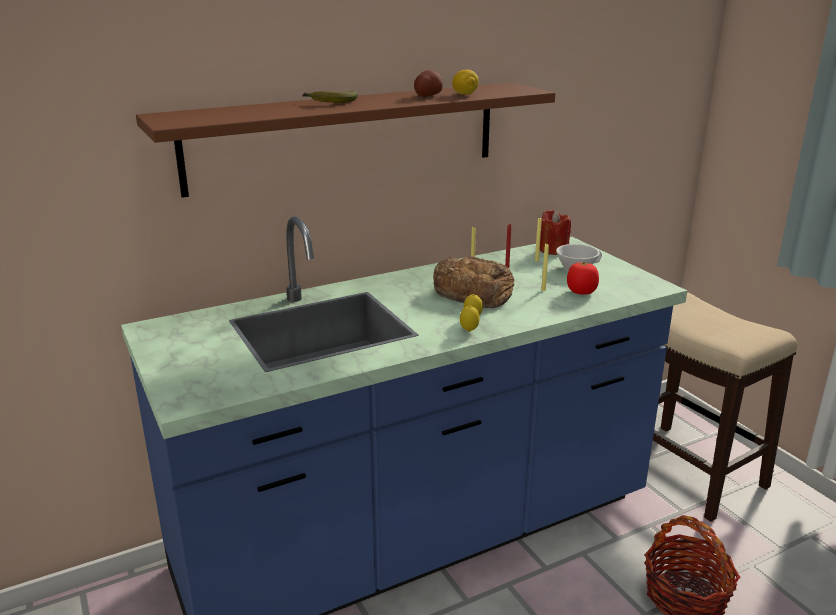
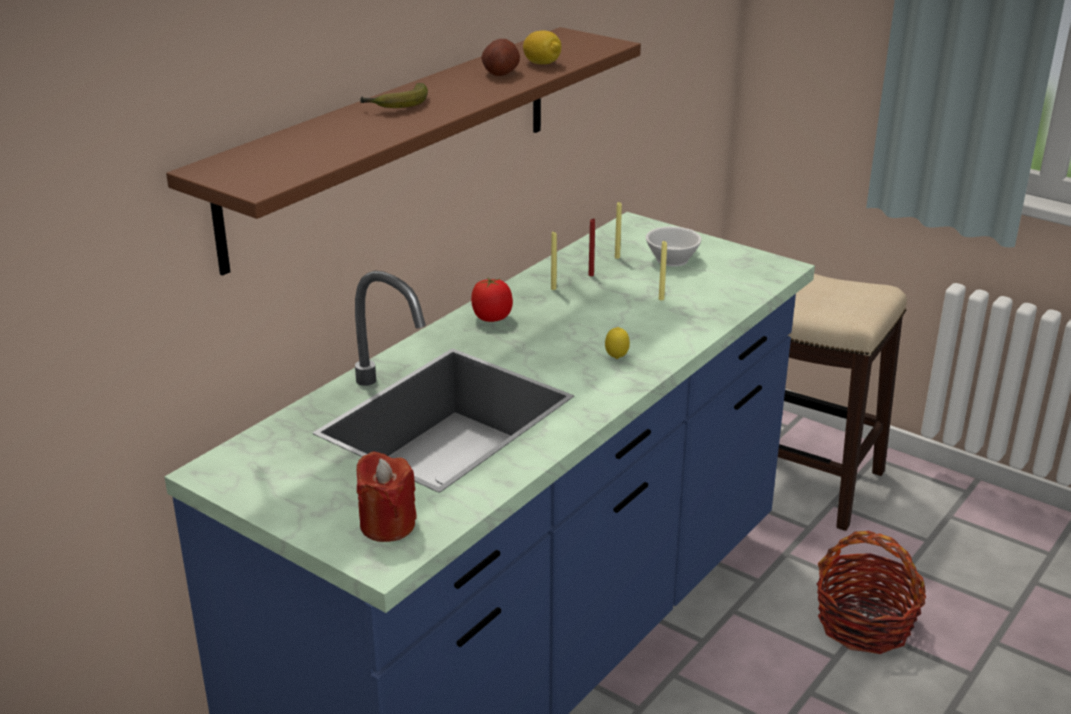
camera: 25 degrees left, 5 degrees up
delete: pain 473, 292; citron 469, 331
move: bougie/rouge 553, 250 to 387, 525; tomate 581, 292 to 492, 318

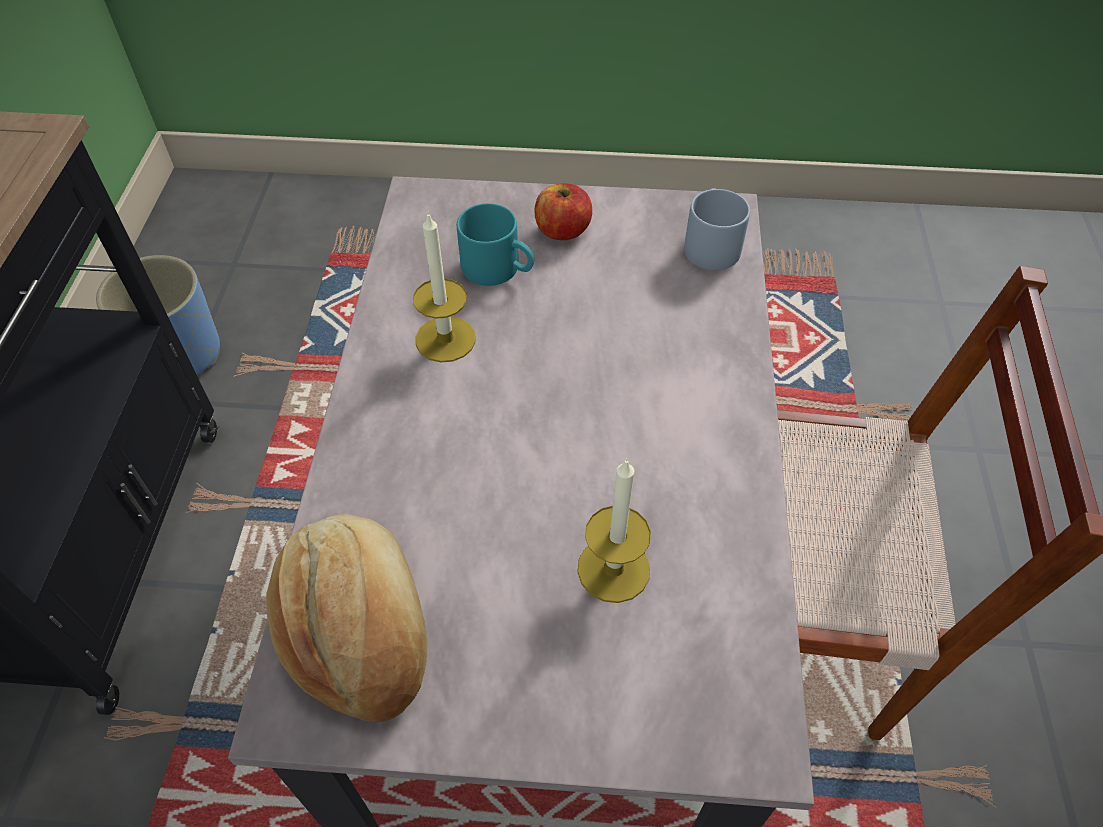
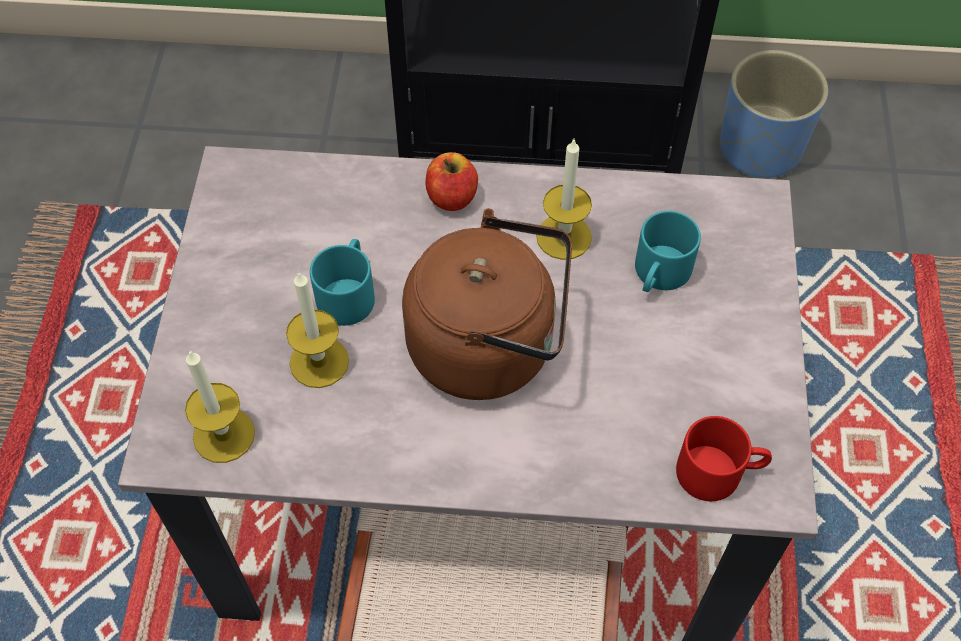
camera: 90 degrees right, 5 degrees up
delete: pain 359, 628
insert: bougie 224, 435; mug/turquoise 347, 292; bouilloire/marron 490, 346
move: pomme 562, 230 to 452, 197
recolor: mug/gris 709, 243 to mug/rouge 719, 471

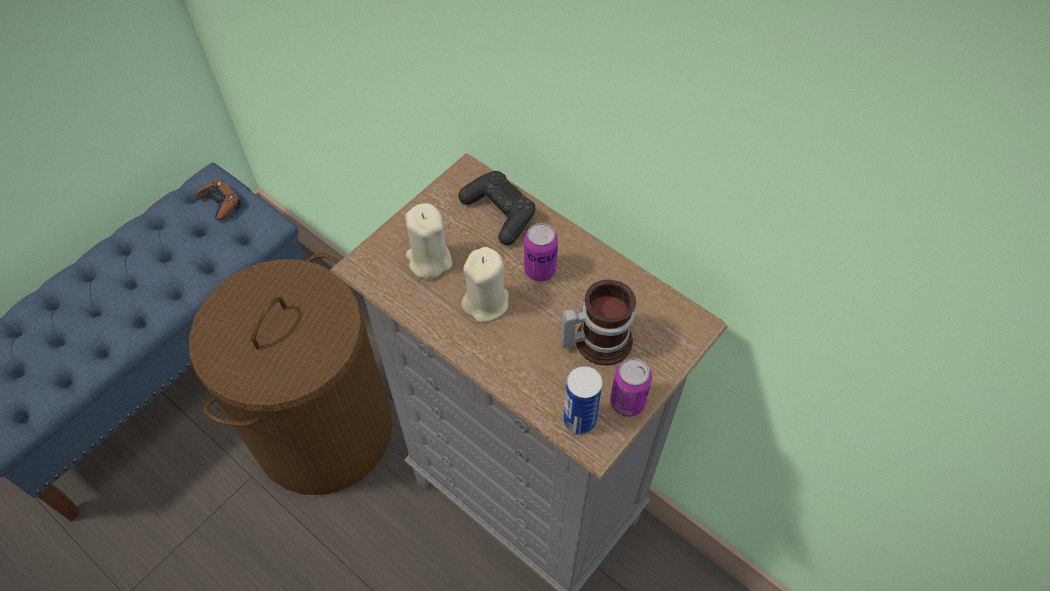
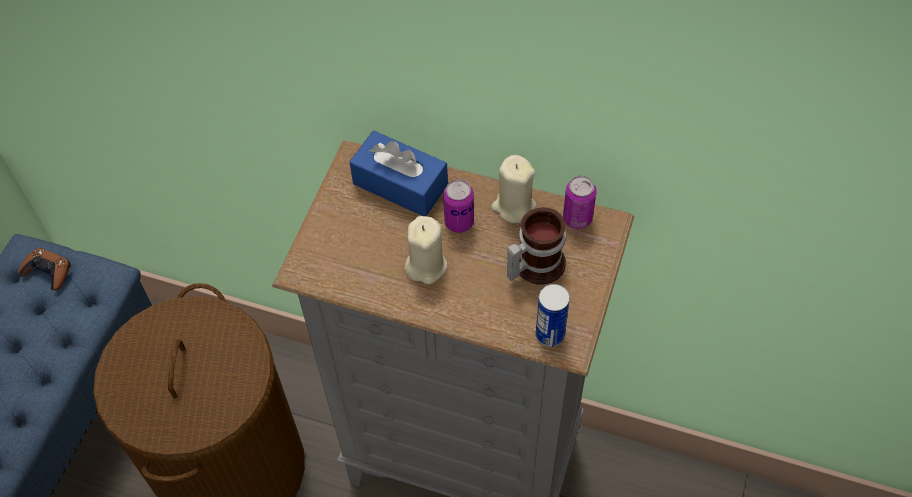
camera: 20 degrees left, 0 degrees up
move: bougie/beige 429, 260 to 513, 206; boîte métallique 627, 402 to 577, 218
replace: manette/noir 499, 213 to boîte à mouchoirs/bleu 400, 184

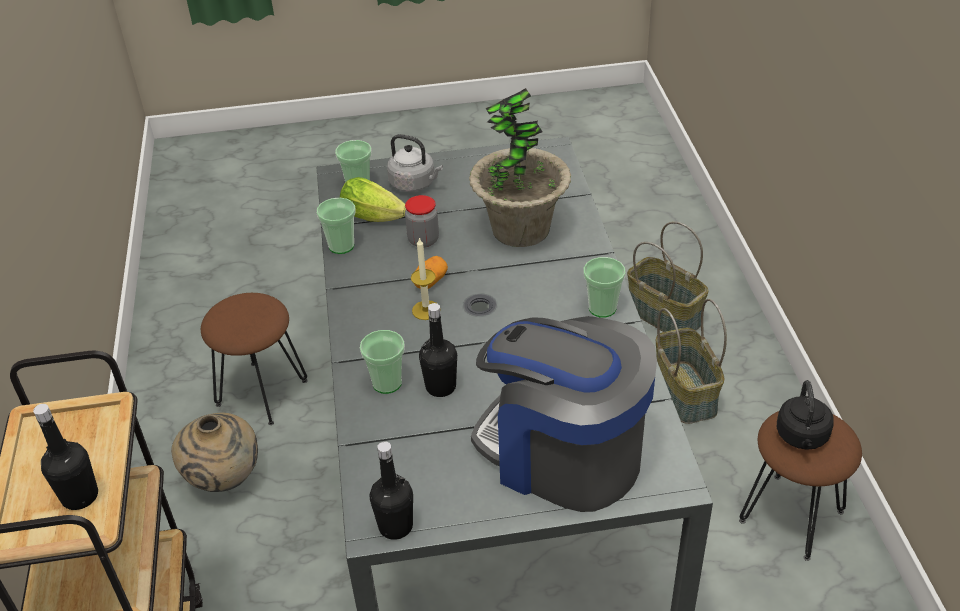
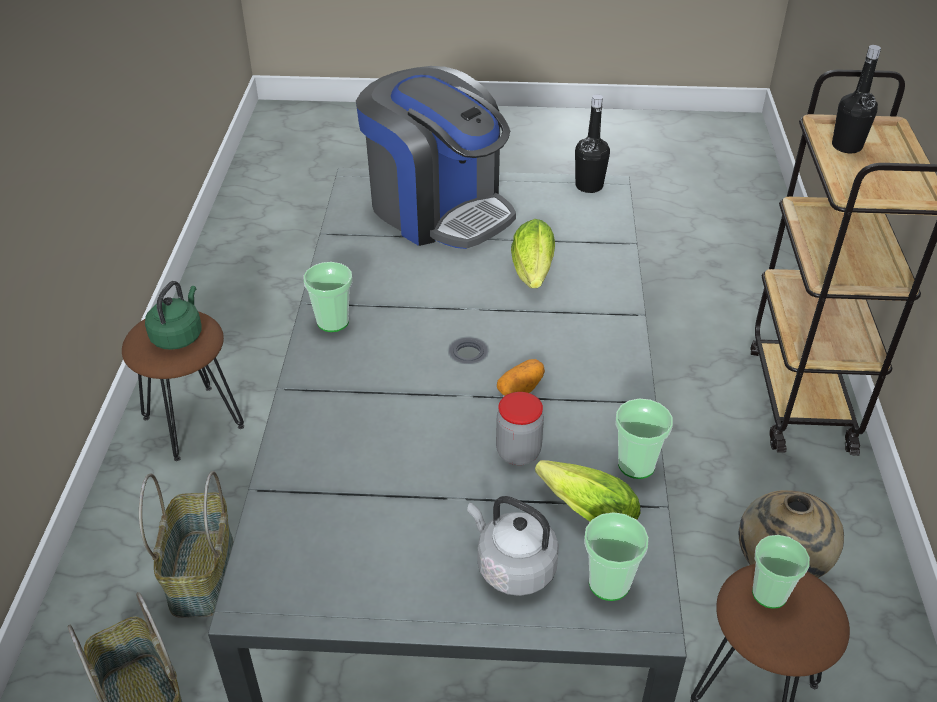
camera: 170 degrees left, 0 degrees up
delete: bougie 426, 310; plante en pot 520, 229
move: tasse 387, 383 to 769, 594
replace: bouteille/noir 440, 387 to laitue 532, 274
recolor: bouilloire/noir 802, 437 to bouilloire/vert 178, 335

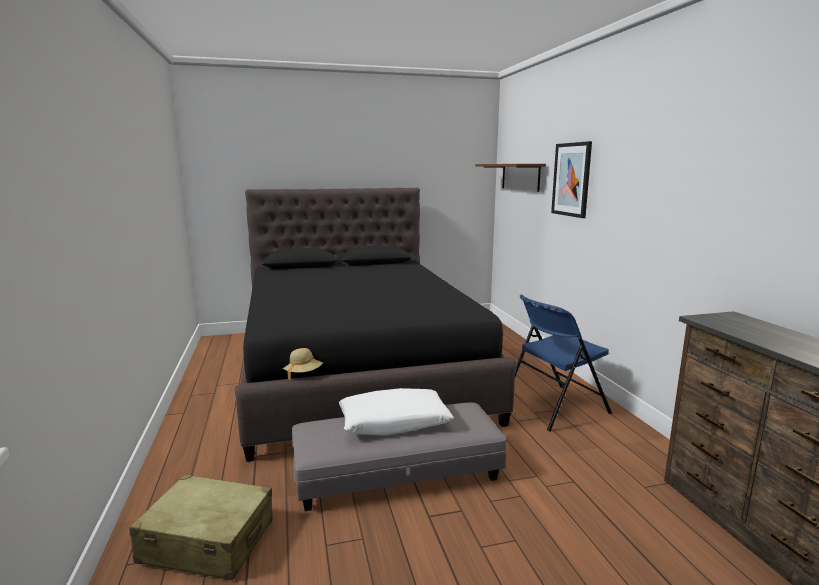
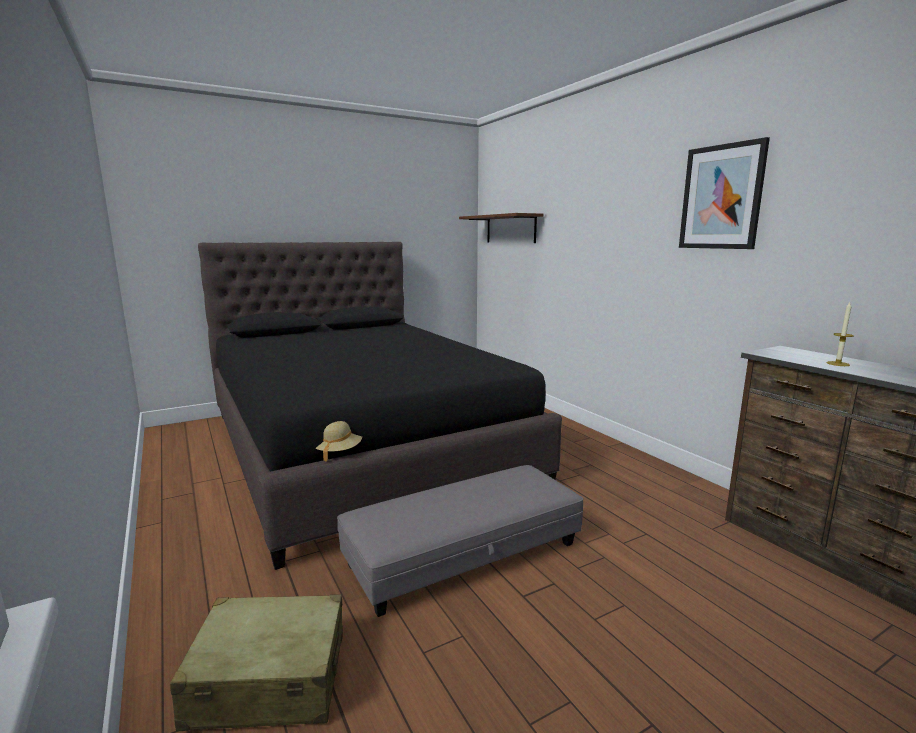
camera: 15 degrees left, 0 degrees up
delete: coussin/blanc 394, 422; chaise/bleu 555, 406
insert: bougie 838, 364
move: tableau 571, 179 to 721, 197

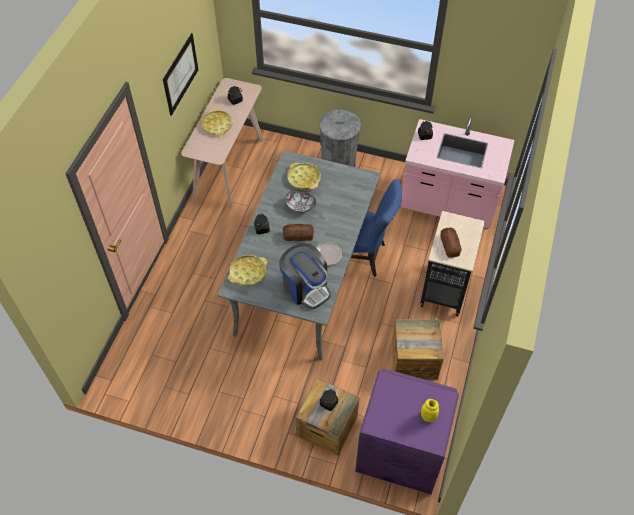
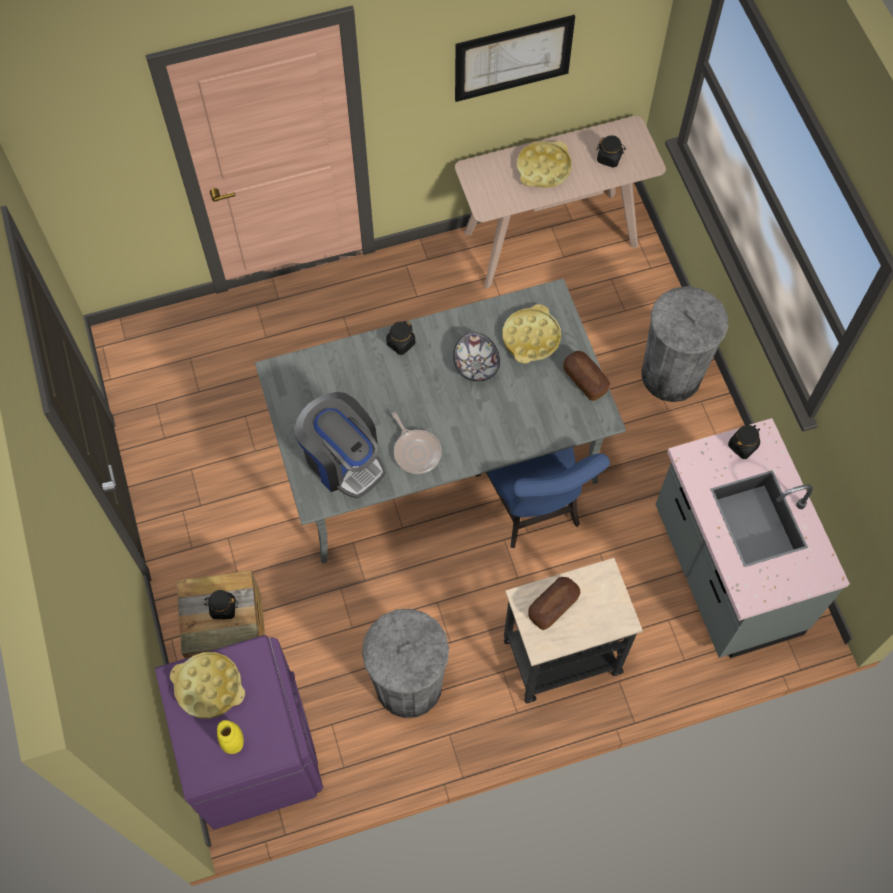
camera: 55 degrees right, 10 degrees up
move: plateau/jaune 248, 272 to 209, 687; pain 298, 236 to 585, 380
replace: caisse 414, 360 to poubelle/gris 408, 685
recolor: comptoir de cuisine/rose 448, 206 to comptoir de cuisine/gris 724, 573
rotate: machine à café 305, 287 = 343, 460 60 degrees counterclockwise

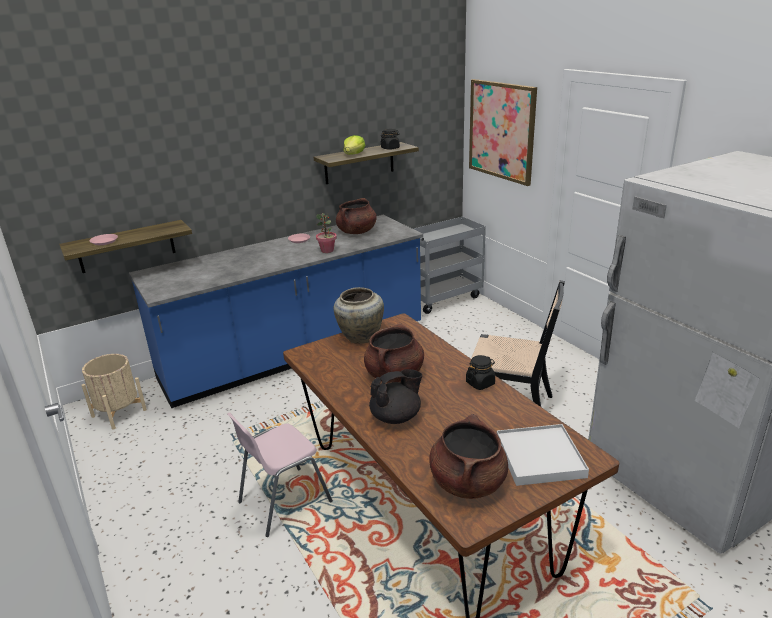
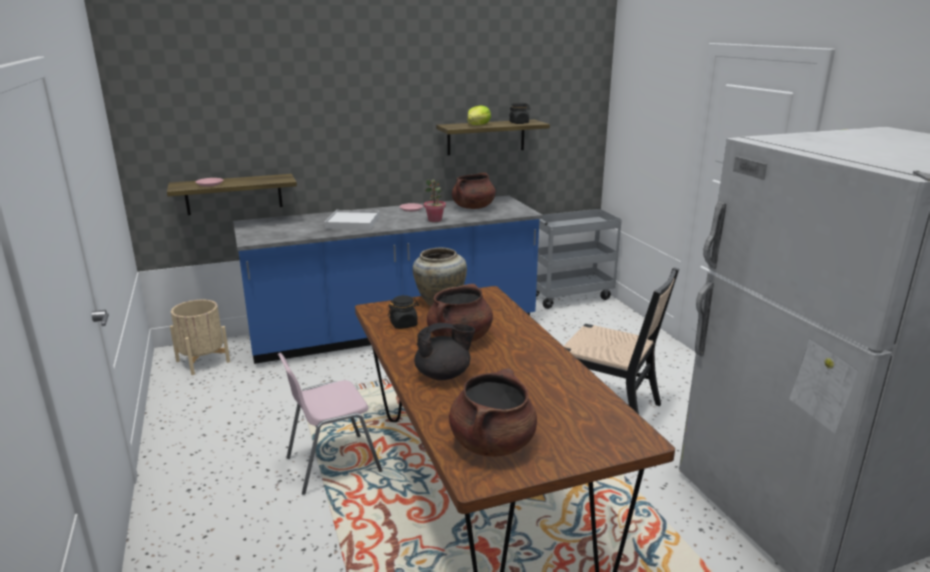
camera: 10 degrees right, 5 degrees down
delete: tableau 501, 131
move: plateau/blanc 539, 457 to 352, 222; bocal/noir 480, 383 to 404, 324

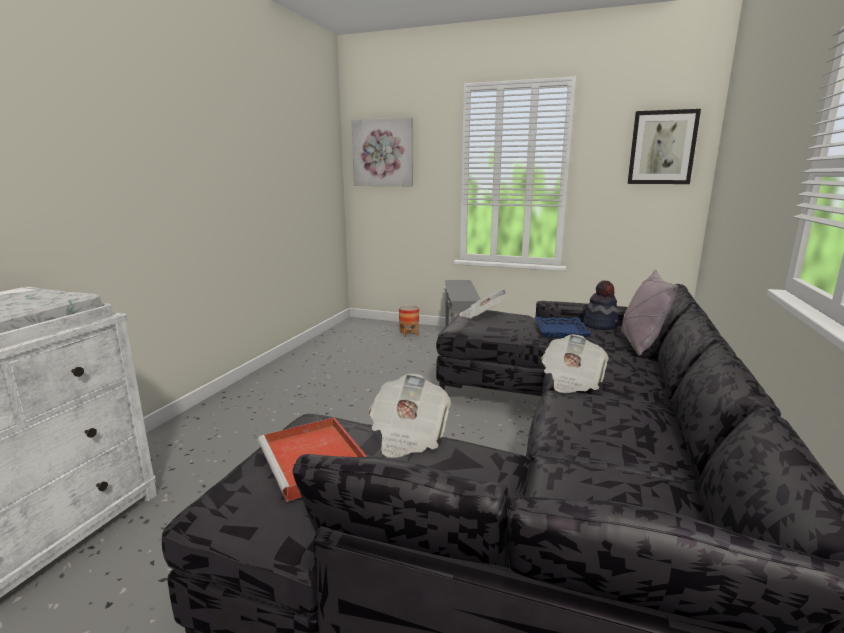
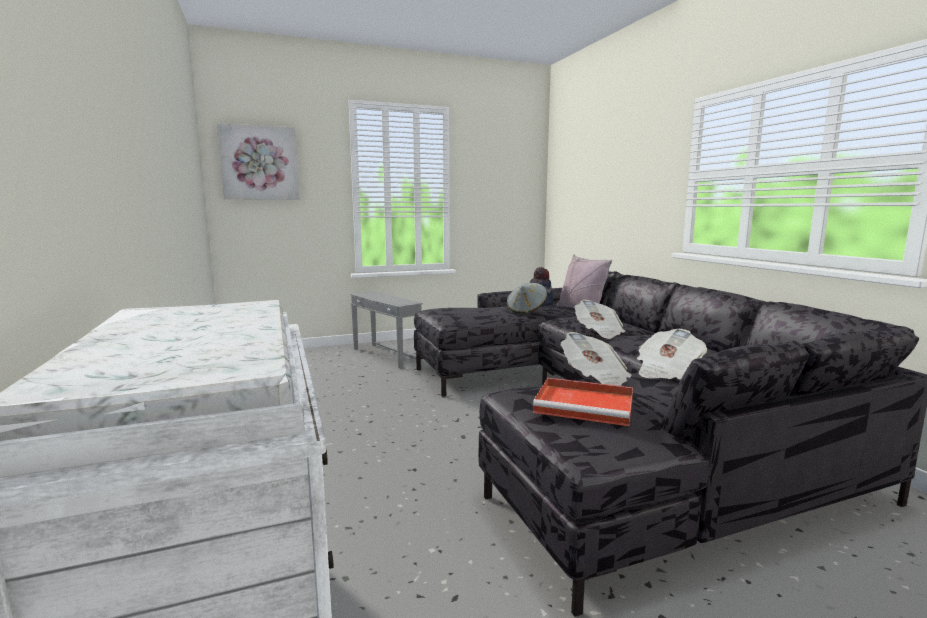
camera: 40 degrees left, 5 degrees down
delete: cache-pot 409, 334; tableau 662, 147
move: journal 482, 316 to 666, 371
replace: plateau/bleu 561, 331 to chapeau/gris 526, 310

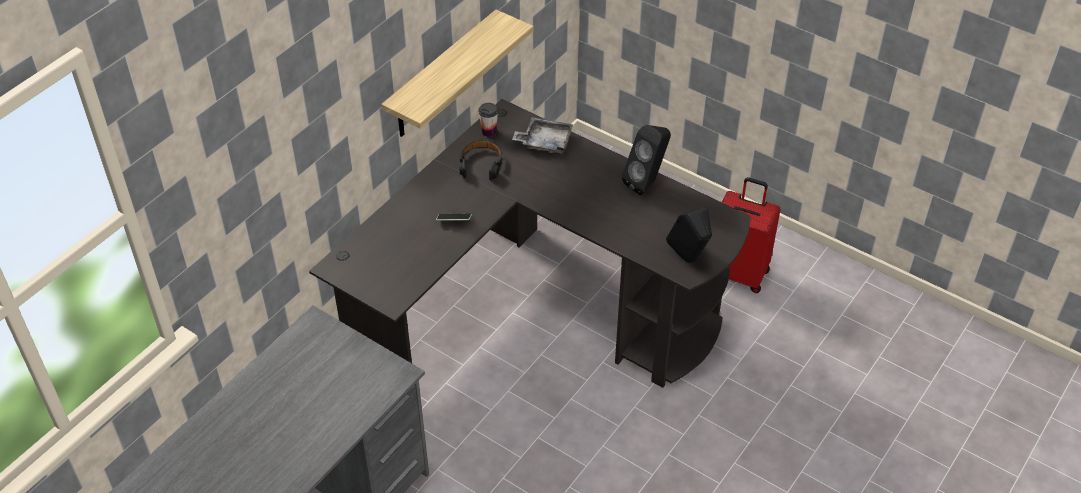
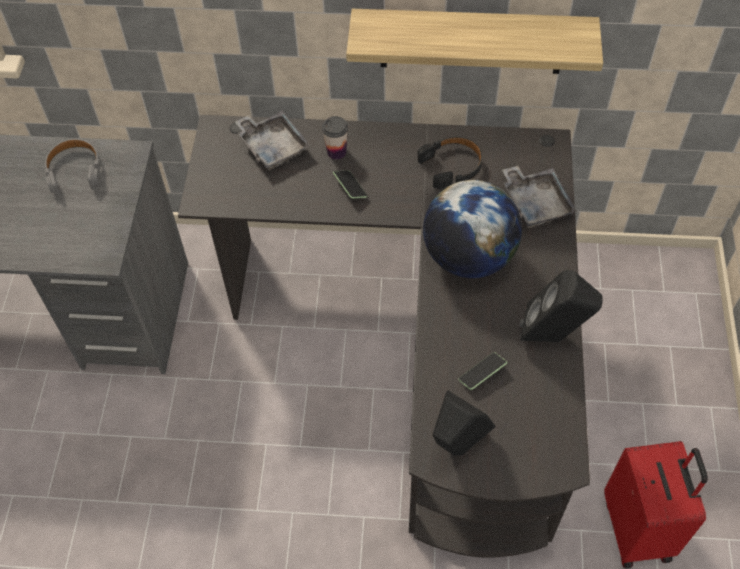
camera: 60 degrees right, 10 degrees up
insert: casque audio/gris 75, 171; plateau/gris 273, 146; globe 468, 257; téléphone 482, 374
move: tasse 489, 131 to 336, 152

